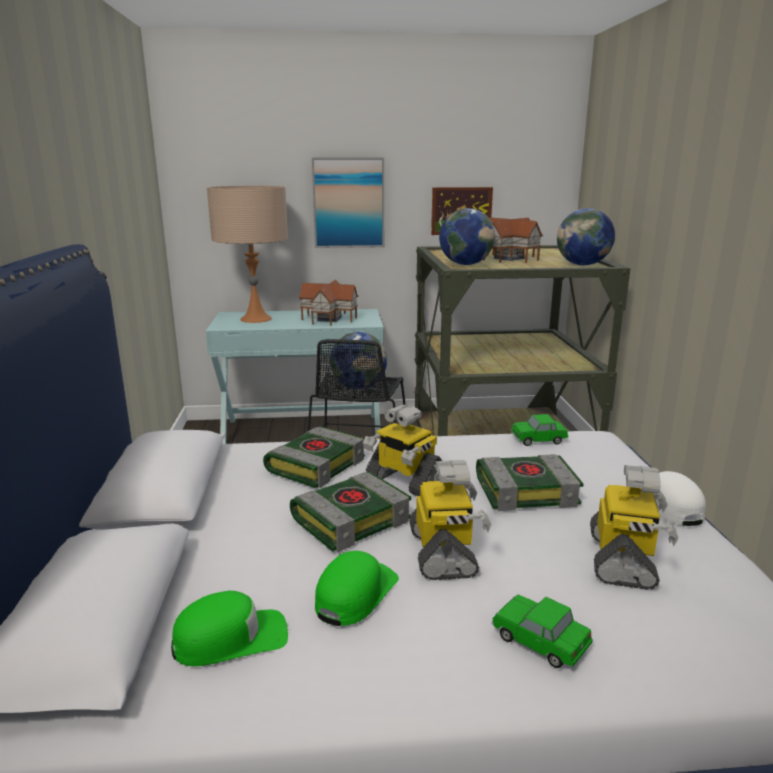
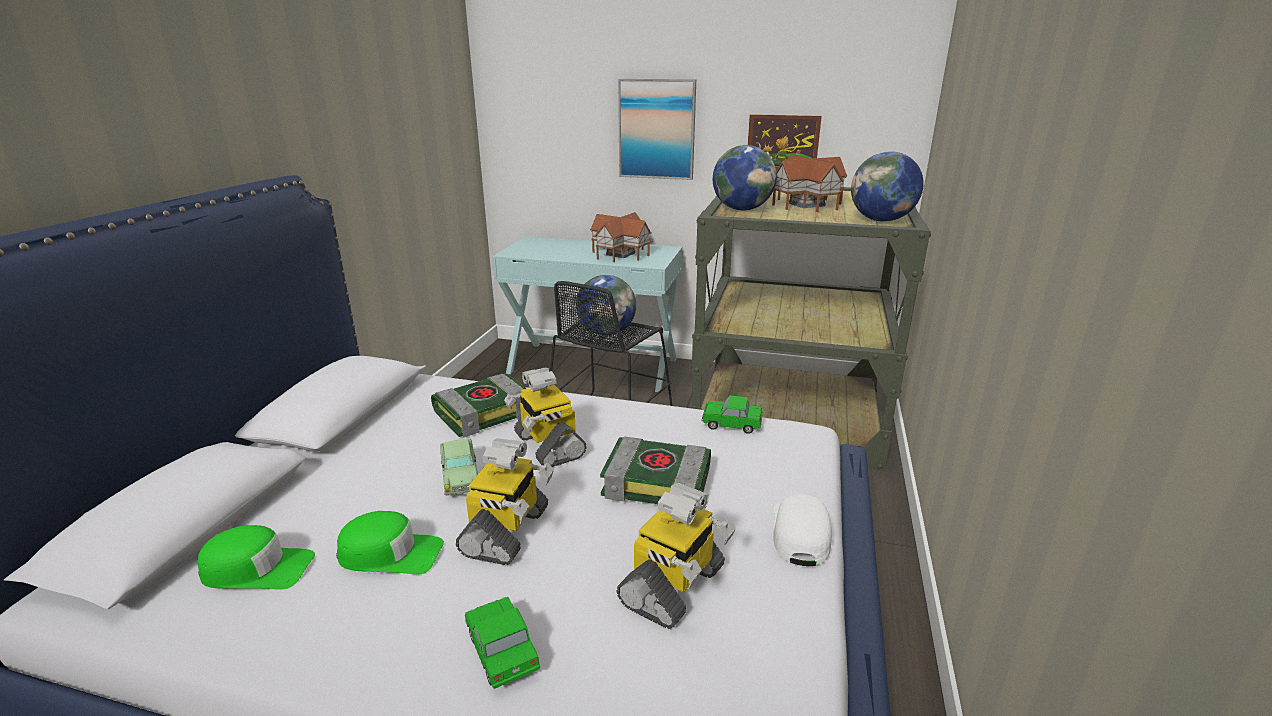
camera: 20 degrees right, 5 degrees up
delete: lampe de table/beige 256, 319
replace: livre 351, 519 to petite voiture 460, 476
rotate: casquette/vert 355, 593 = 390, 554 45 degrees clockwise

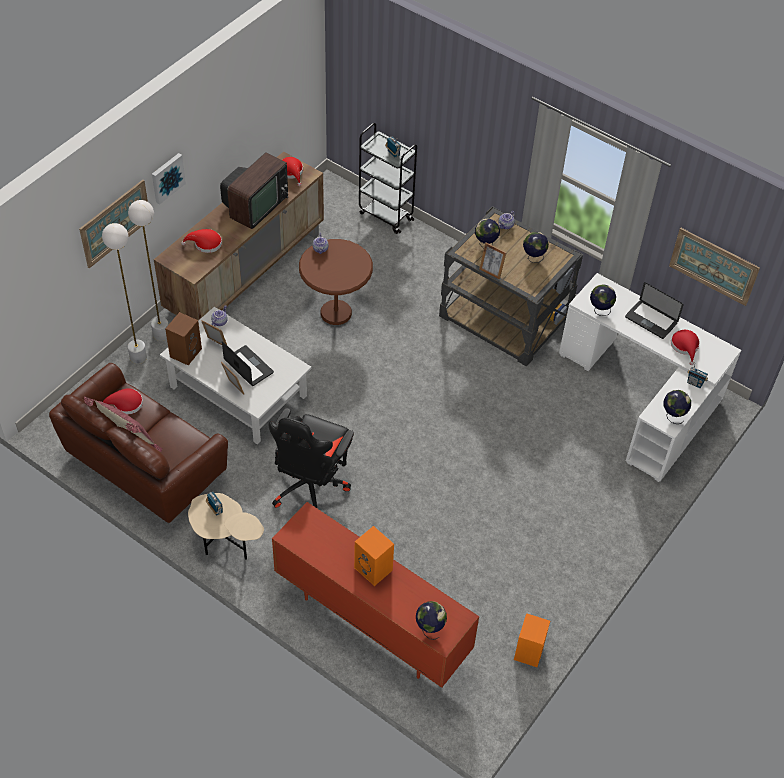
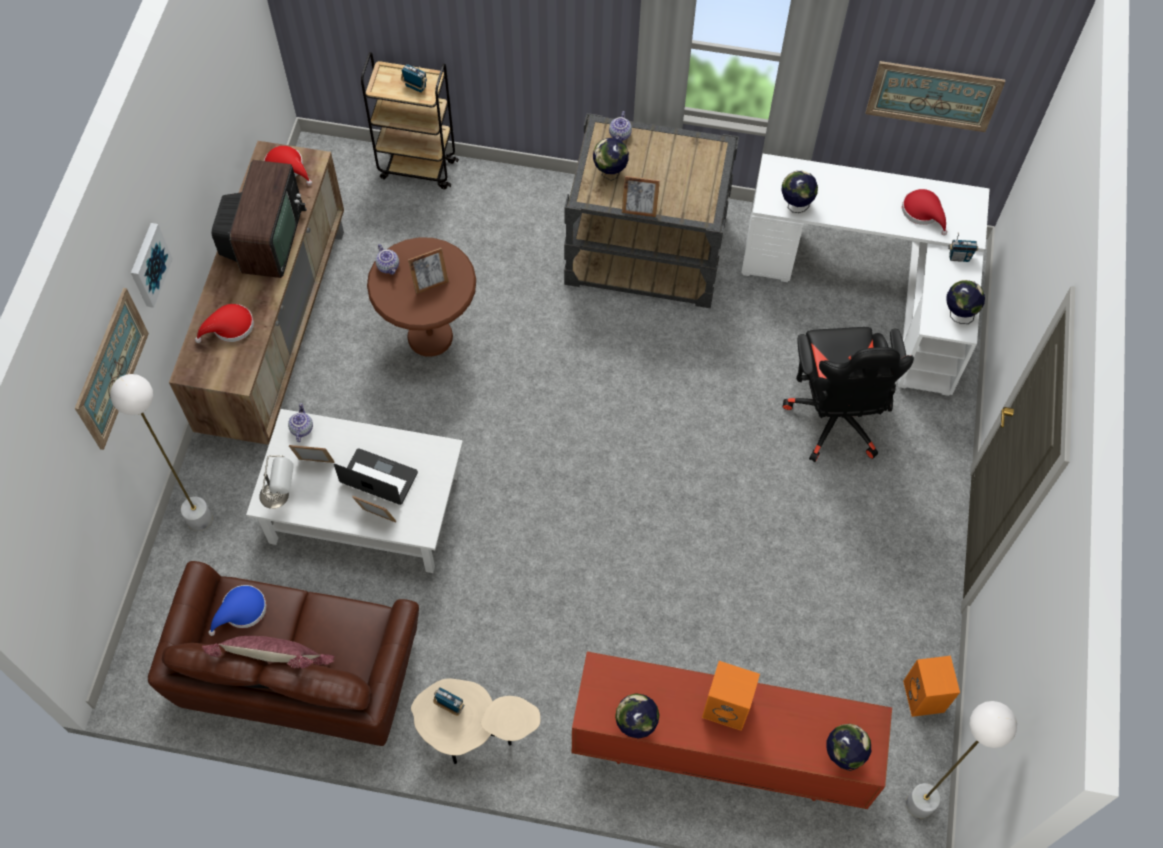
camera: 25 degrees left, 10 degrees up
delete: ordinateur portable 651, 320
insert: cadre photo 430, 284
move: globe 533, 258 to 635, 725; chaise de bureau/noir 312, 482 to 834, 410; lampadaire/blanc 161, 334 to 920, 804
replace: enceinte/marron 185, 352 to lampe de table/blanc 280, 494
recolor: chapeau/rouge 125, 404 to chapeau/bleu 241, 611; chariot/gris 386, 217 to chariot/marron 419, 169

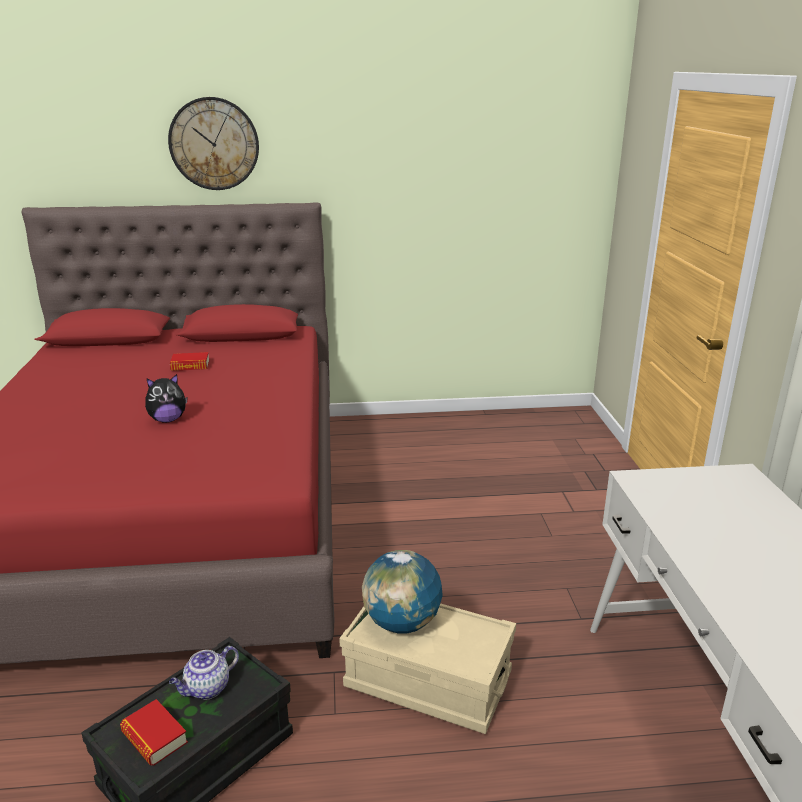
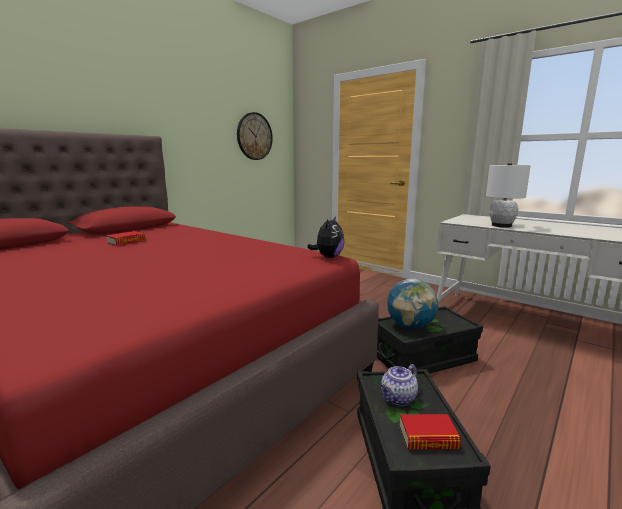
camera: 45 degrees left, 10 degrees down
insert: lampe de table/blanc 501, 225
move: horloge murale 214, 144 to 254, 136; peluche 168, 420 to 328, 257
recolor: boîte de rangement/beige 428, 681 to boîte de rangement/noir 423, 358
rotate: théière 207, 689 = 398, 398 45 degrees clockwise

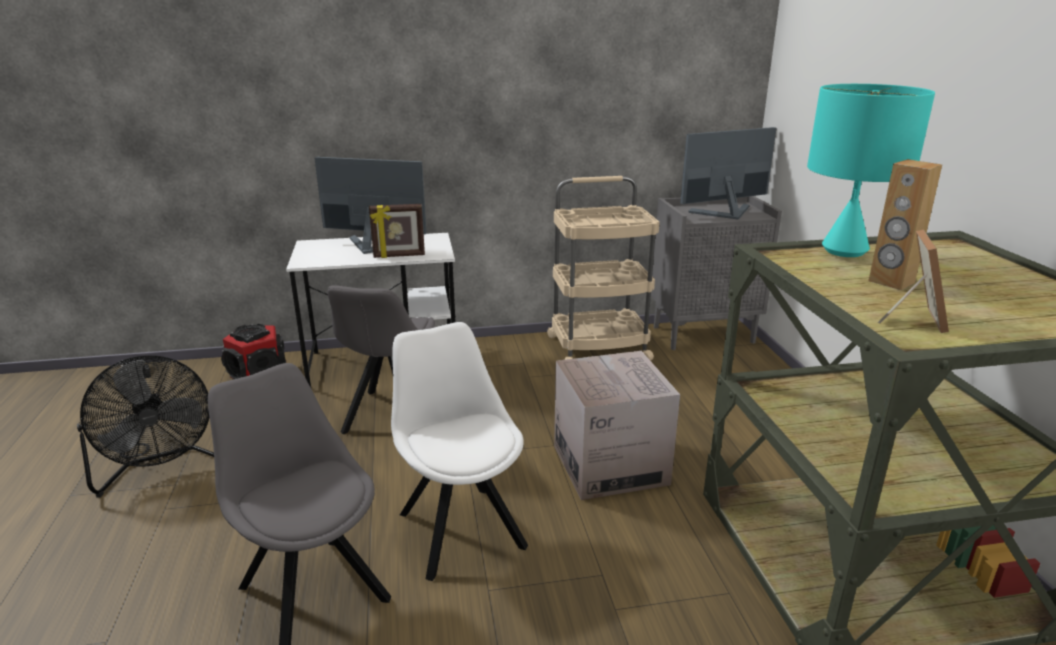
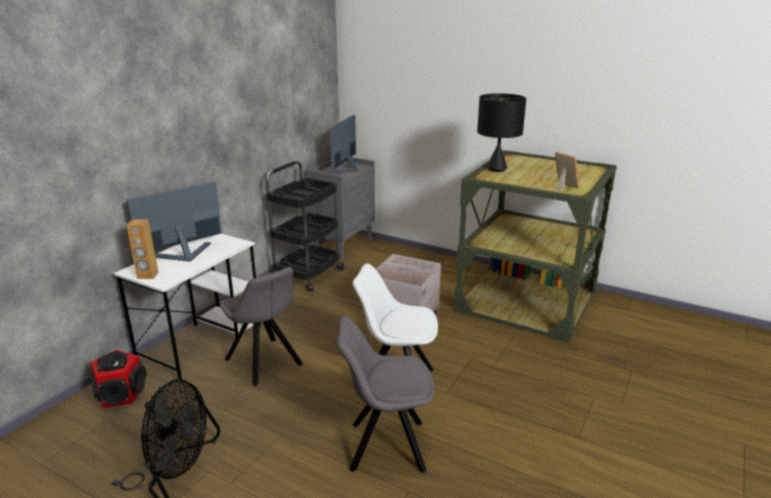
camera: 50 degrees left, 0 degrees up
delete: cadre photo 399, 256
move: enceinte/marron 891, 282 to 147, 275
recolor: chariot/beige 598, 349 to chariot/noir 307, 274; lampe de table/turquoise 844, 251 to lampe de table/noir 496, 169

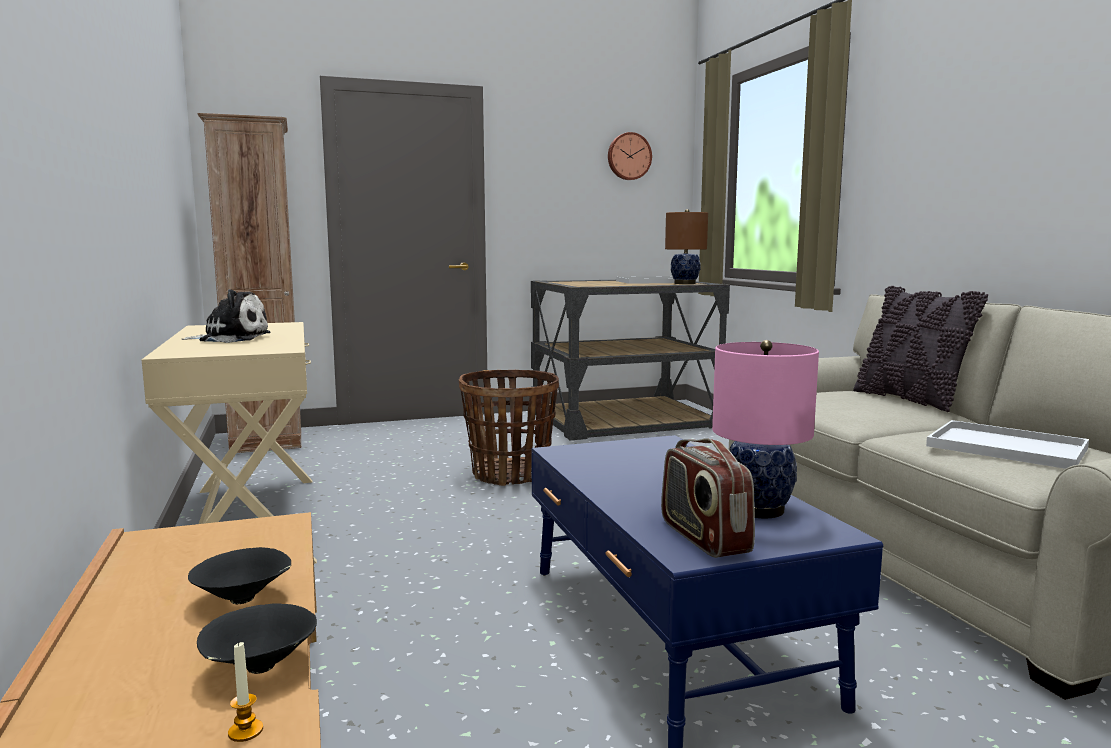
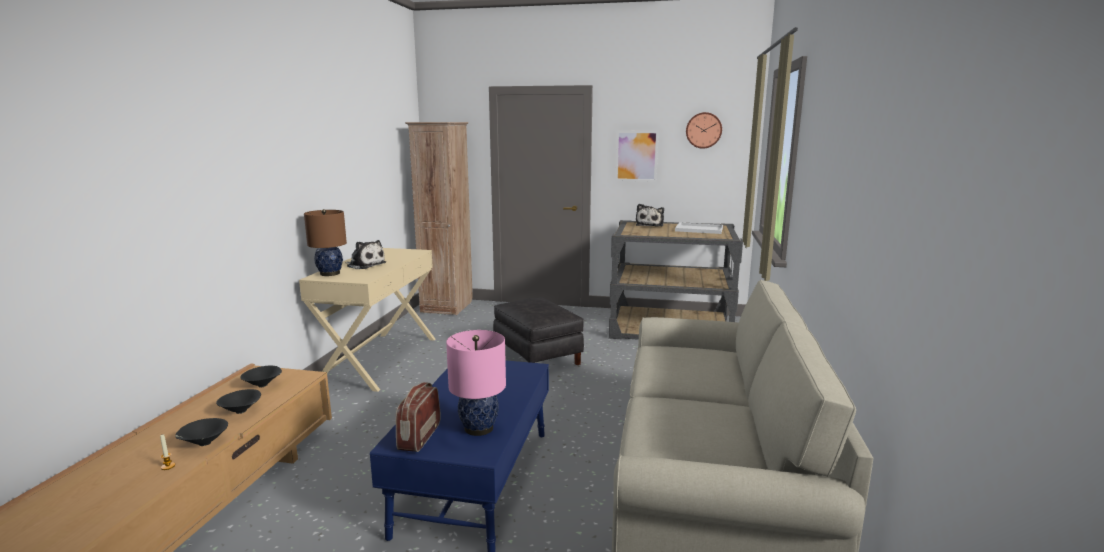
camera: 30 degrees right, 5 degrees up
delete: coussin/noir 910, 400; plateau/blanc 1010, 447
insert: bol/noir 263, 385; tableau 636, 156; peluche 650, 225
move: lampe de table/marron 684, 283 to 330, 273
replace: panier 510, 474 to pouf/noir 537, 357

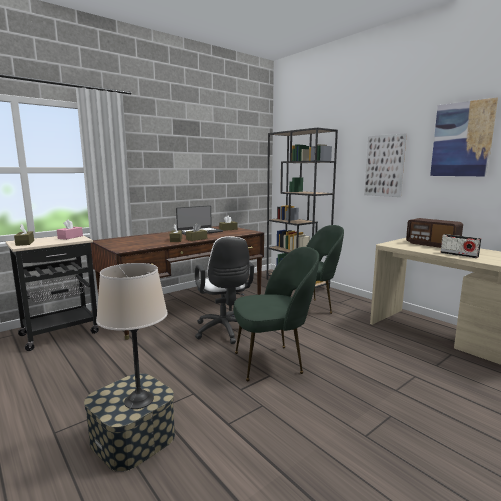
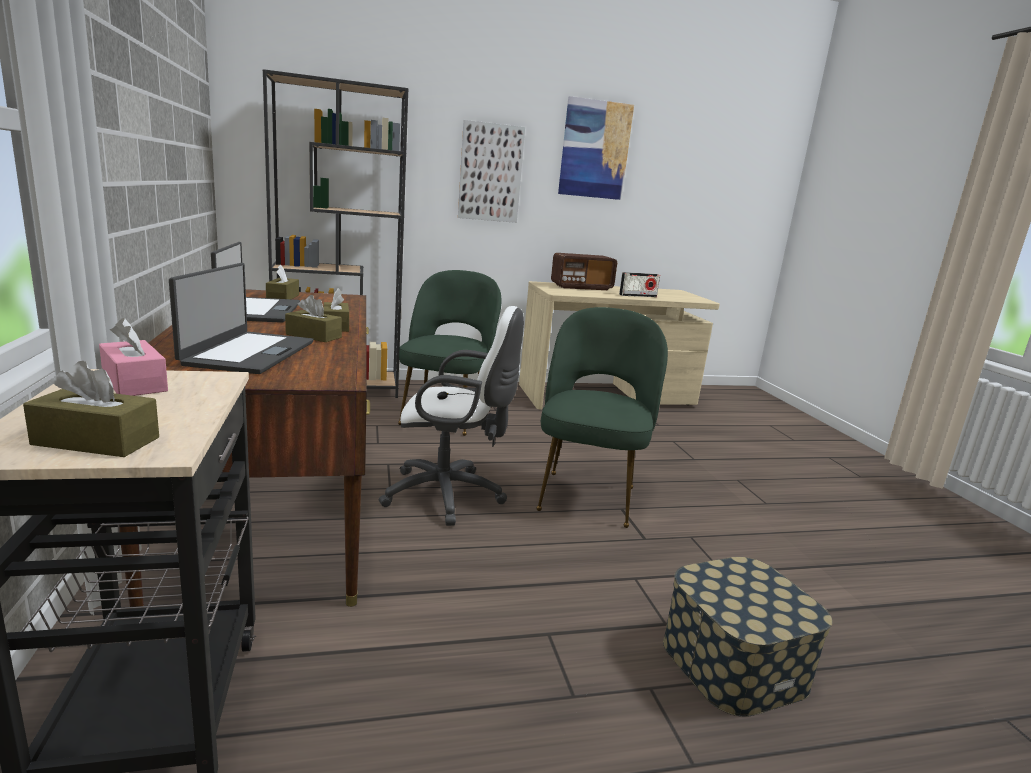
camera: 65 degrees left, 5 degrees up
delete: lampe de table/beige 138, 400
insert: ordinateur portable 248, 353

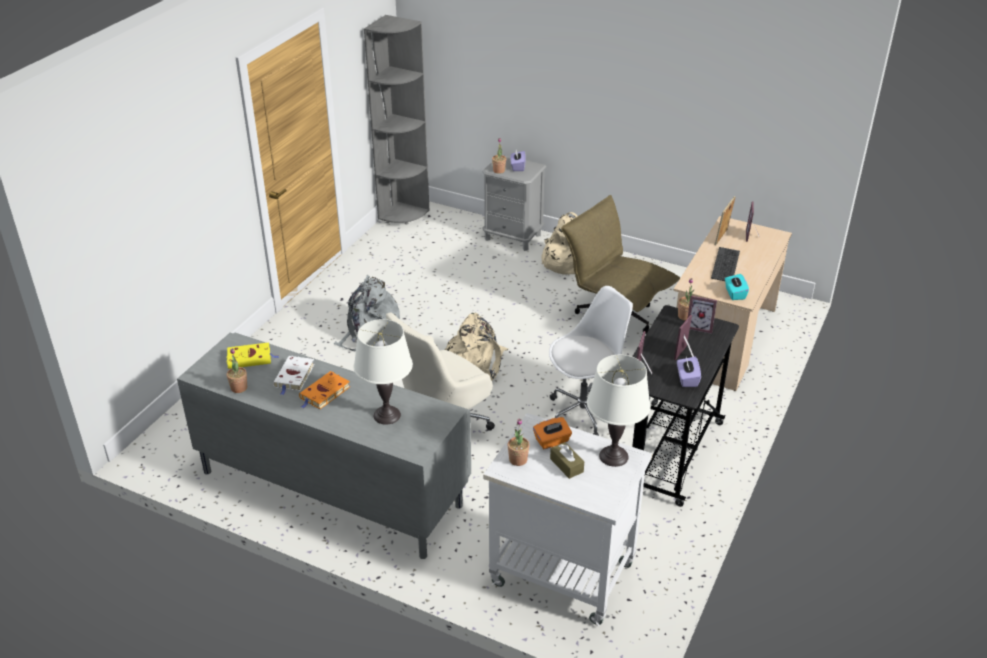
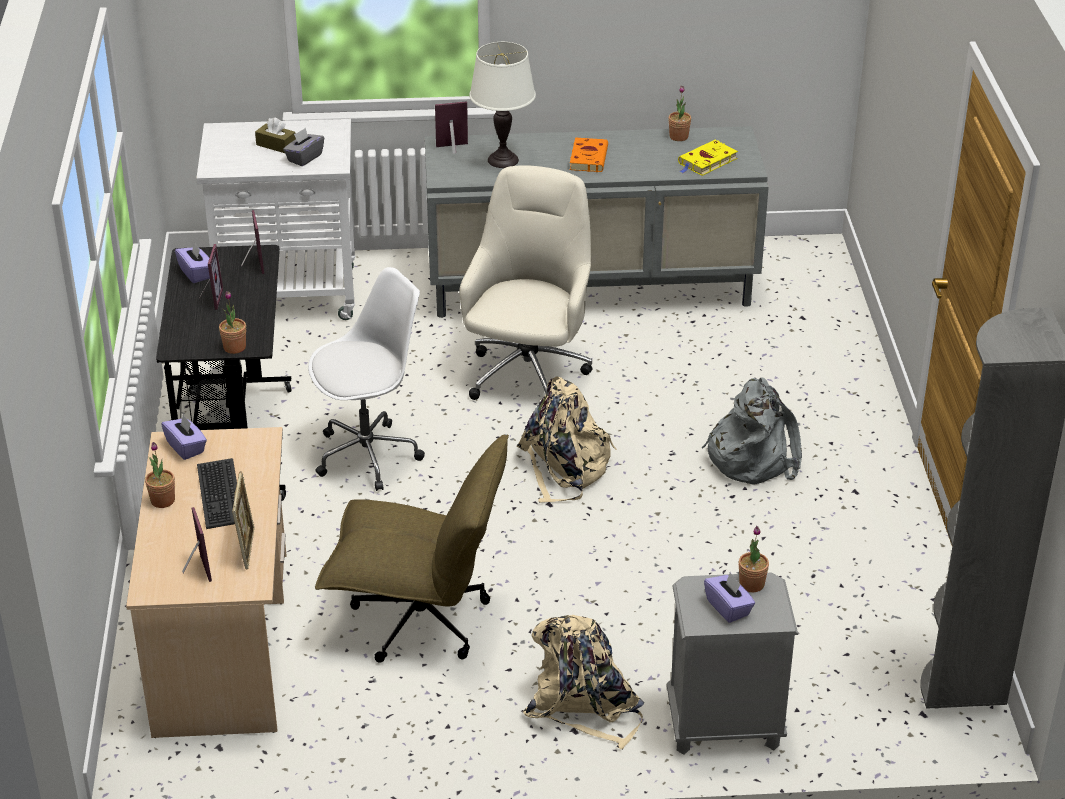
camera: 150 degrees right, 0 degrees up
delete: livre/blanc 294, 377; lampe de table/blanc 613, 456
move: plante en pot 518, 460 to 162, 500; cadre photo 700, 327 to 453, 149
recolor: boîte à mouchoirs/turquoise 734, 294 to boîte à mouchoirs/violet 186, 447; boîte à mouchoirs/orange 552, 441 to boîte à mouchoirs/gris 304, 158
rotate: chaise de bureau/blanc 584, 413 = 370, 455 150 degrees counterclockwise

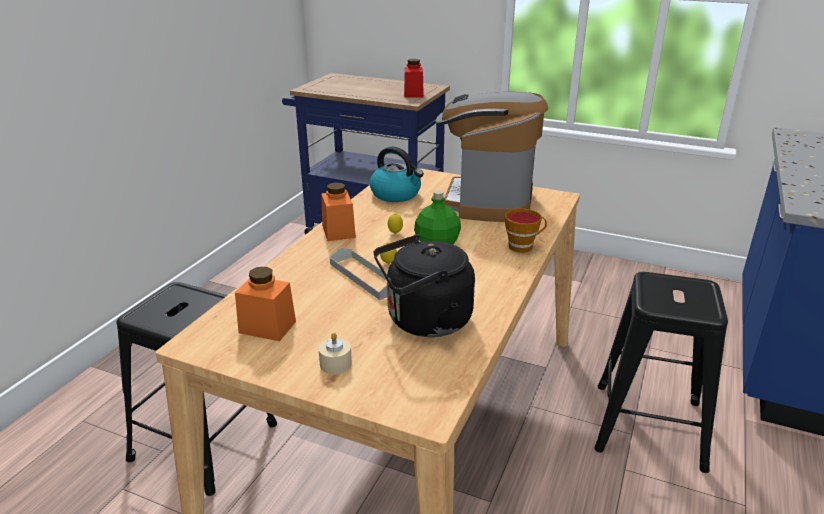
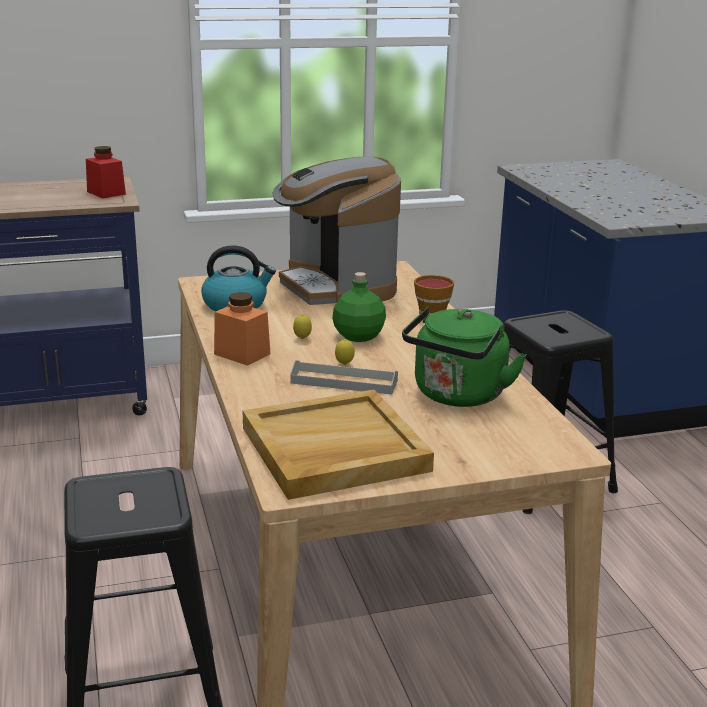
camera: 40 degrees left, 5 degrees down
delete: bougie/beige 335, 364
replace: bocal/orange 267, 327 to plateau/beige 333, 450
recolor: bouilloire/noir 424, 321 to bouilloire/vert 457, 396

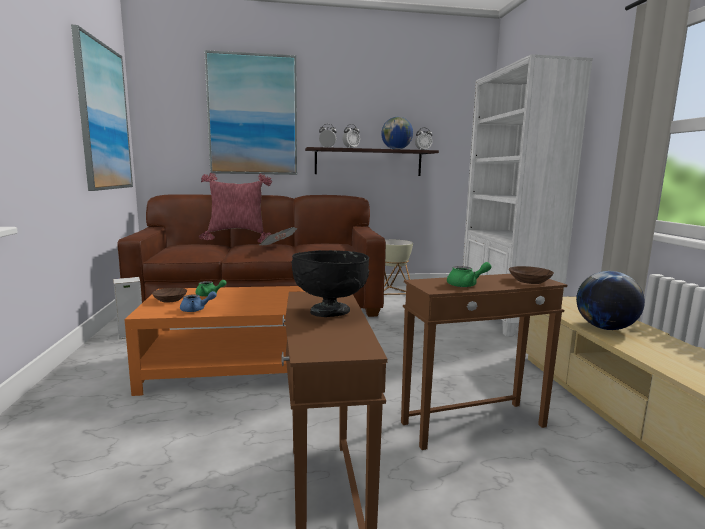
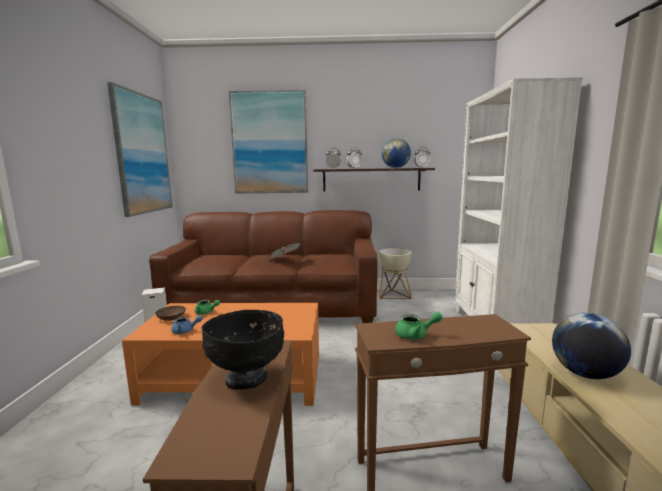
camera: 10 degrees right, 0 degrees up
delete: coussin/rouge 237, 241; bol/marron 530, 281

